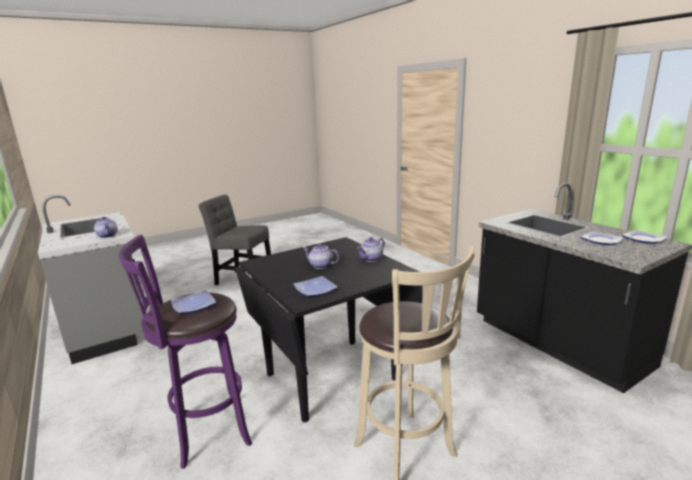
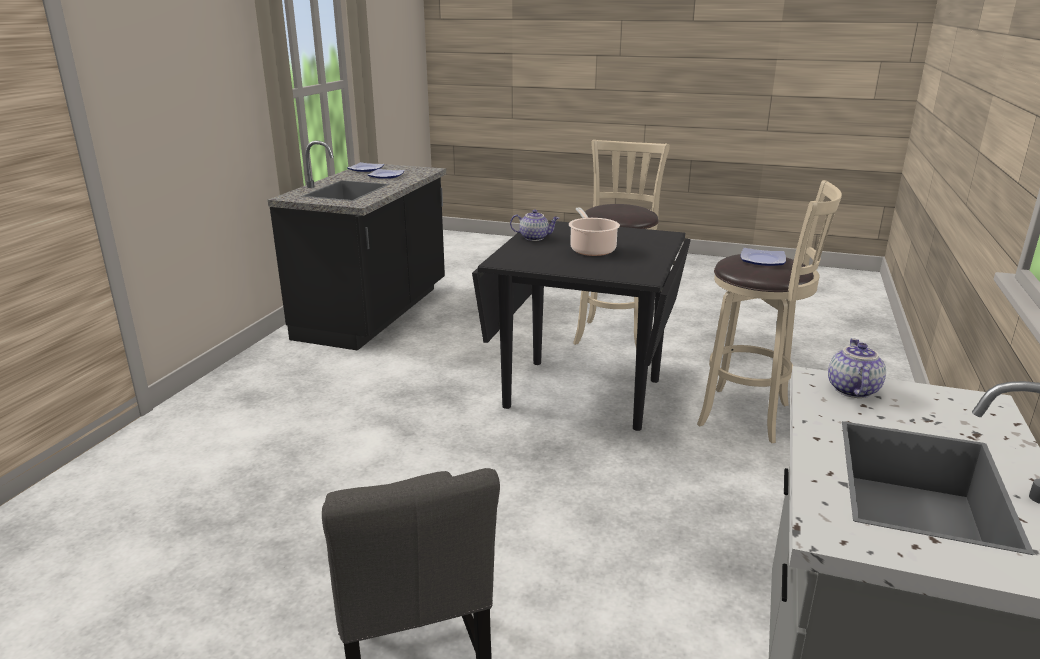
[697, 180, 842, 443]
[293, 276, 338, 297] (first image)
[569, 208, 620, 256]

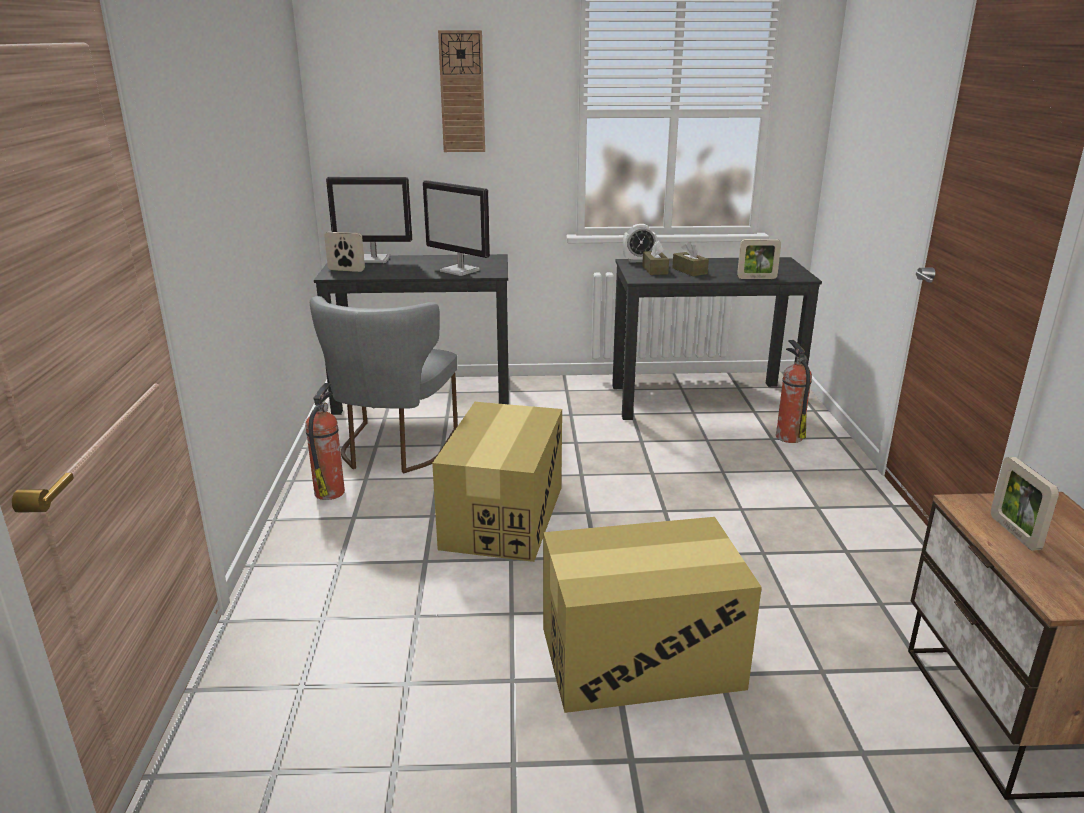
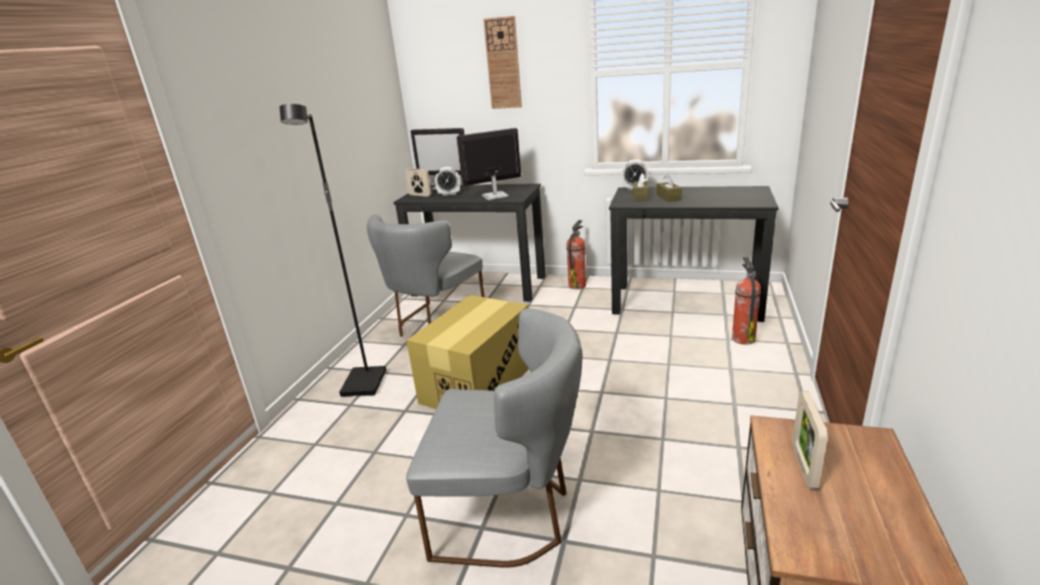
[566, 220, 586, 289]
[457, 128, 521, 200]
[406, 308, 582, 568]
[737, 239, 781, 279] (first image)
[280, 104, 386, 397]
[435, 167, 460, 196]

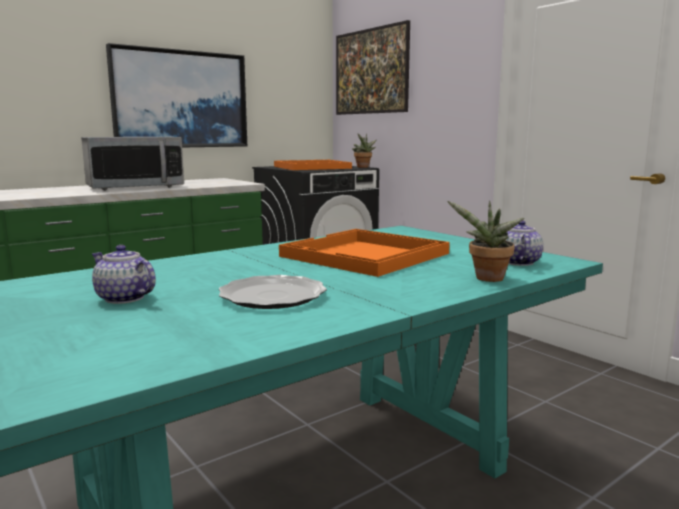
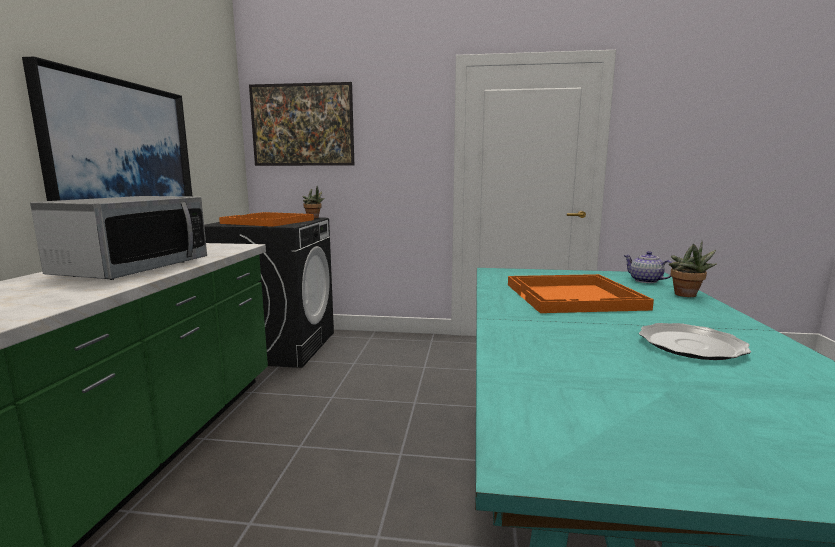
[92, 245, 156, 304] (first image)

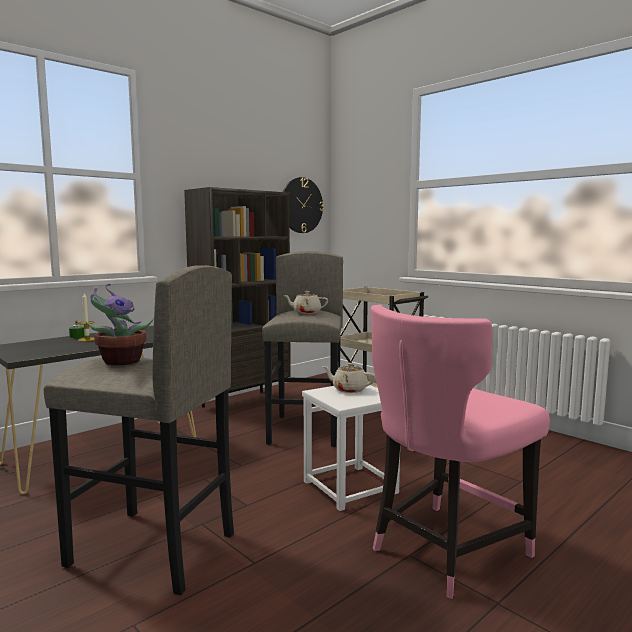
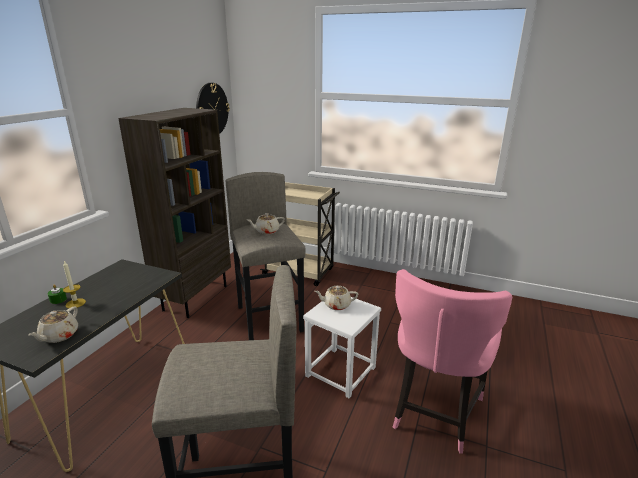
[85, 284, 154, 365] (first image)
[28, 306, 78, 343]

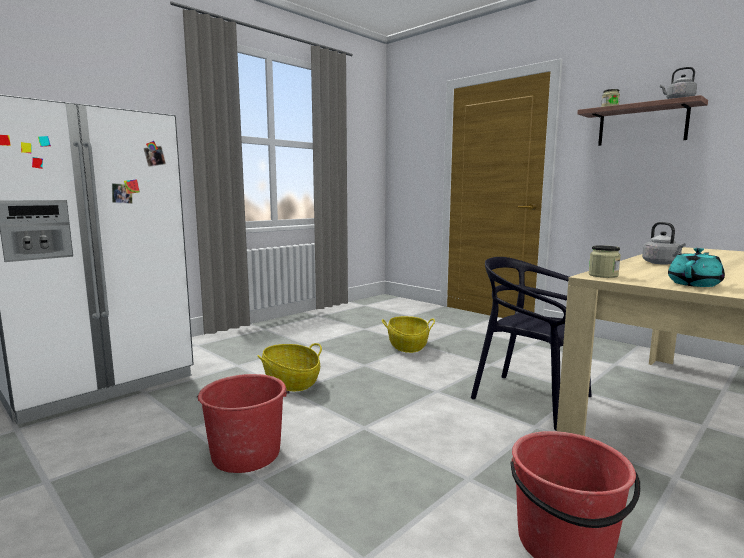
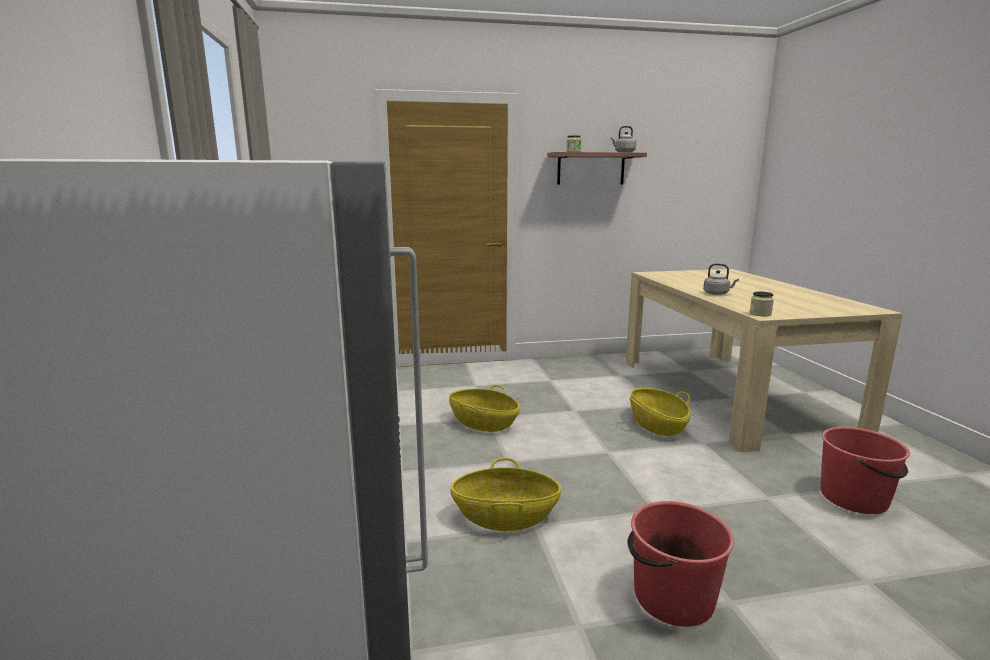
[629, 388, 690, 436]
[668, 248, 725, 287] (first image)

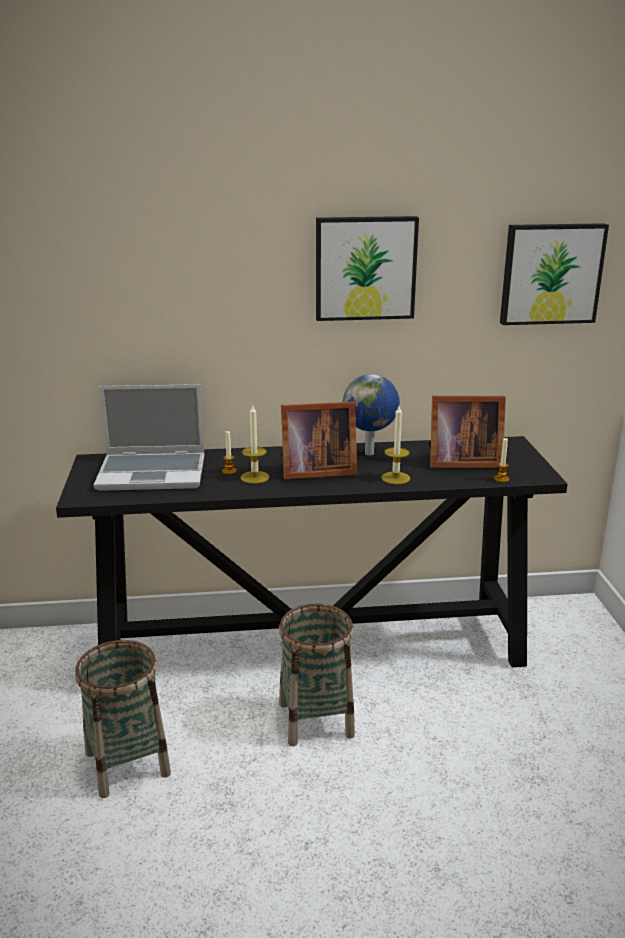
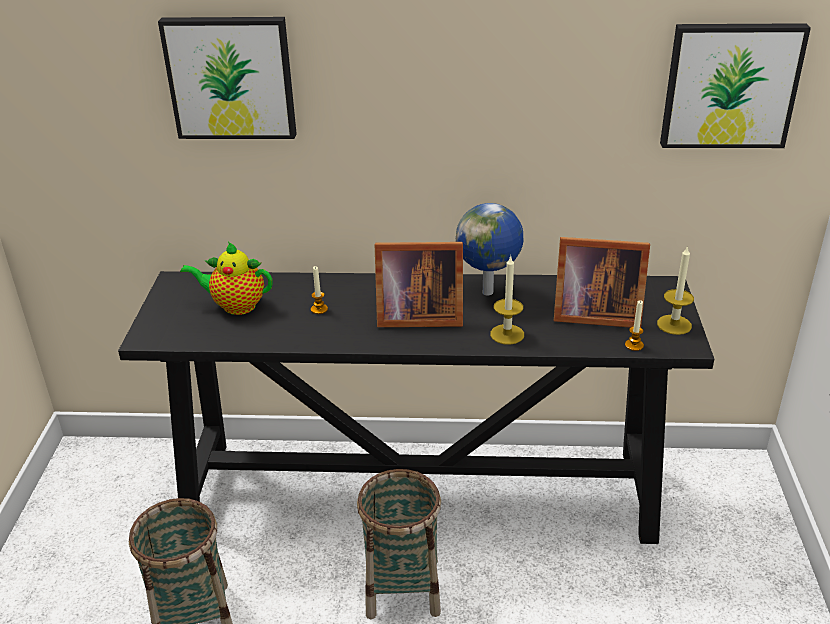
[180, 242, 272, 315]
[657, 245, 694, 335]
[158, 17, 297, 139]

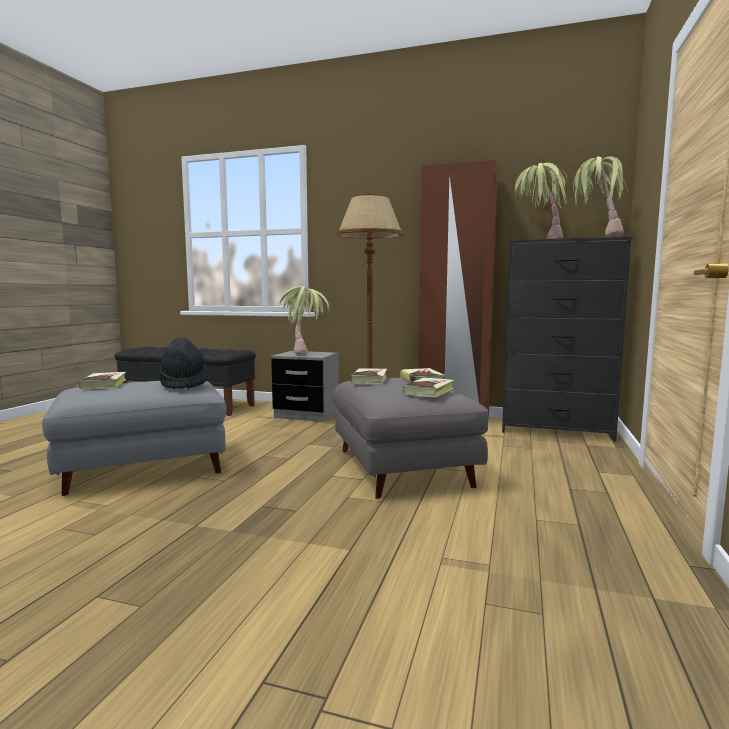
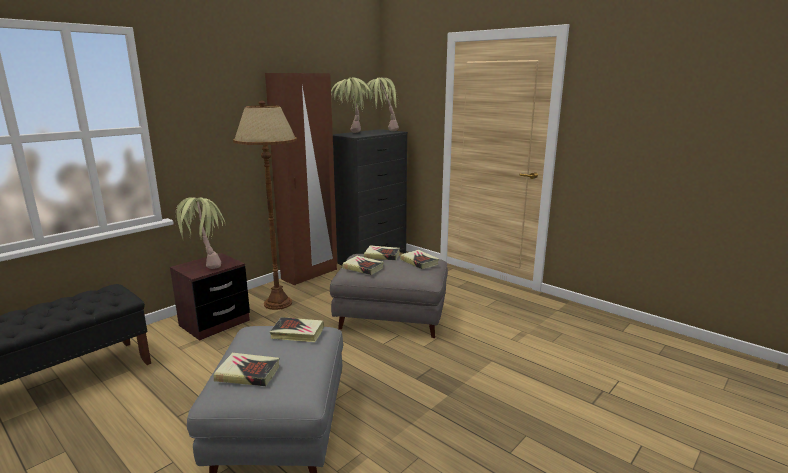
[270, 317, 324, 342]
[170, 253, 250, 341]

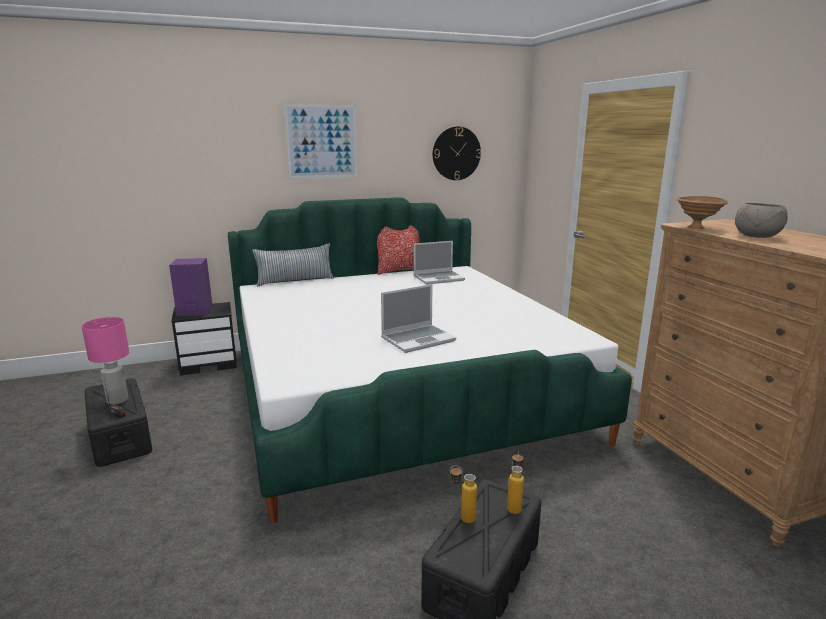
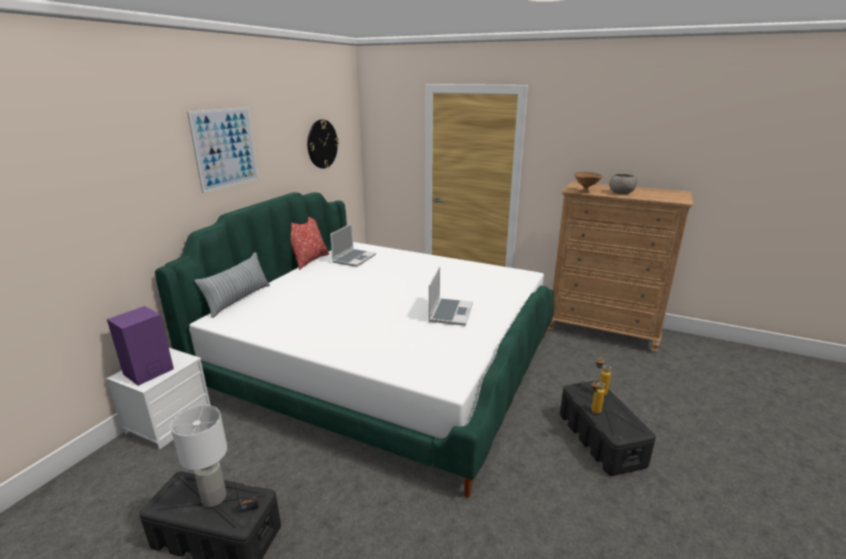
[170, 405, 227, 507]
[106, 348, 211, 450]

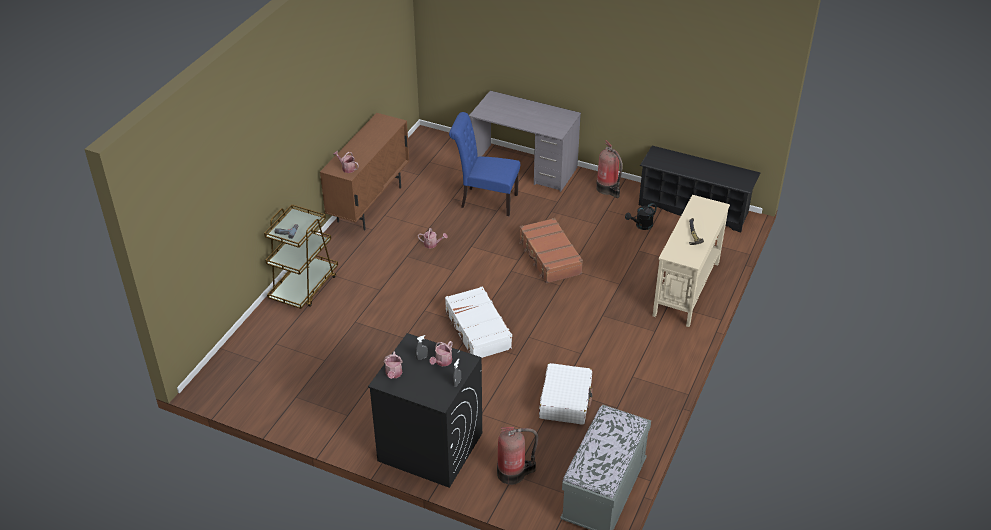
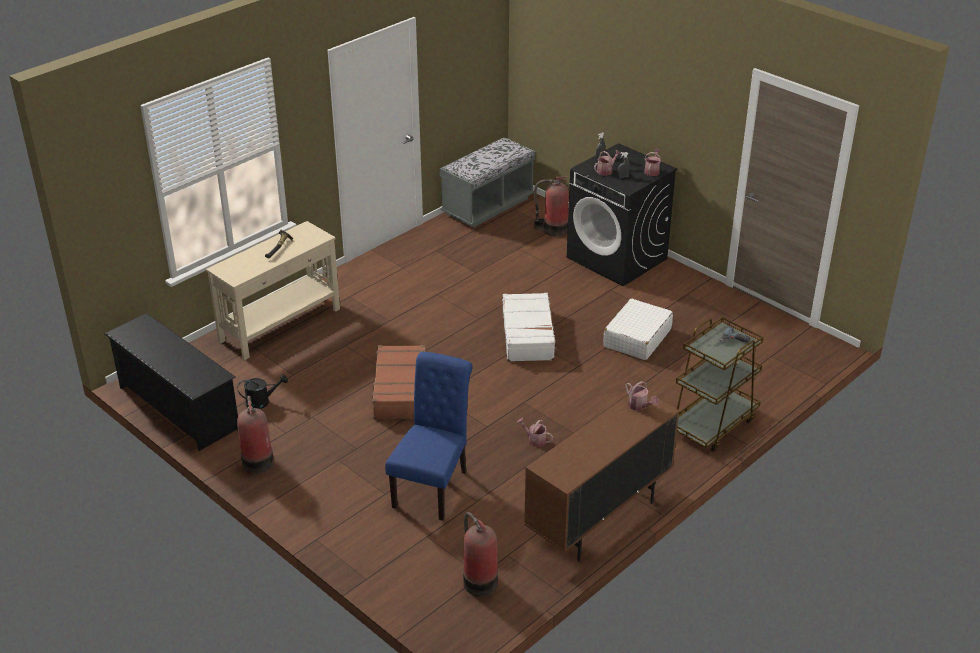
[385, 352, 473, 521]
[469, 91, 581, 192] (first image)
[603, 299, 673, 360]
[463, 512, 498, 597]

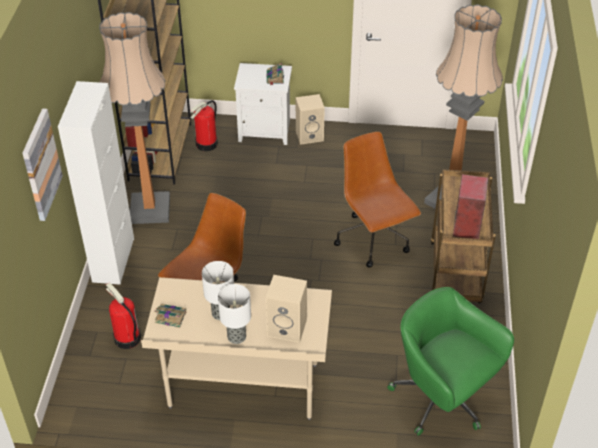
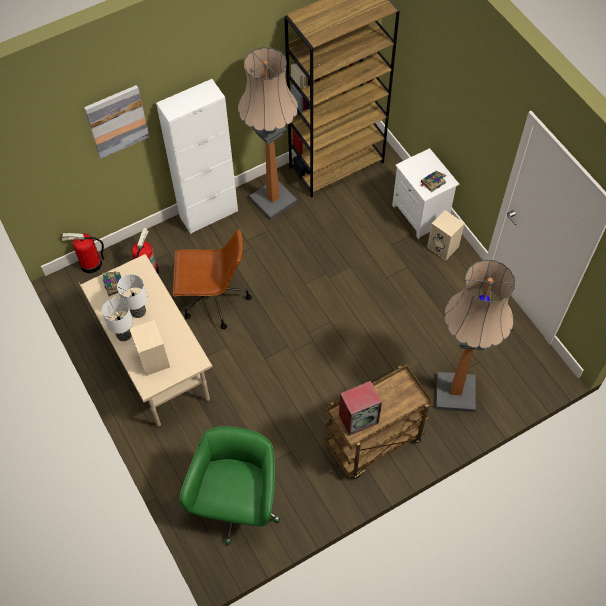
[61, 233, 105, 273]
[334, 132, 421, 268] (first image)

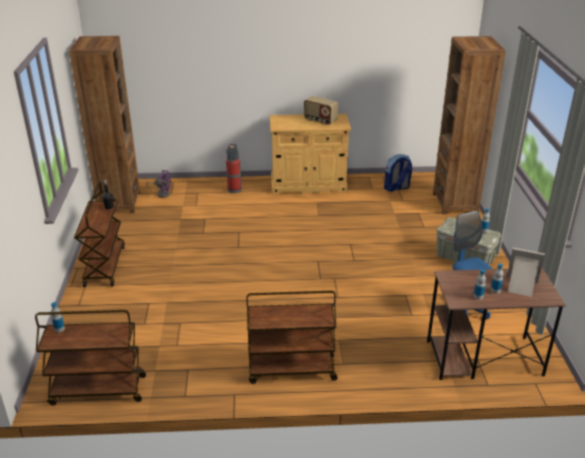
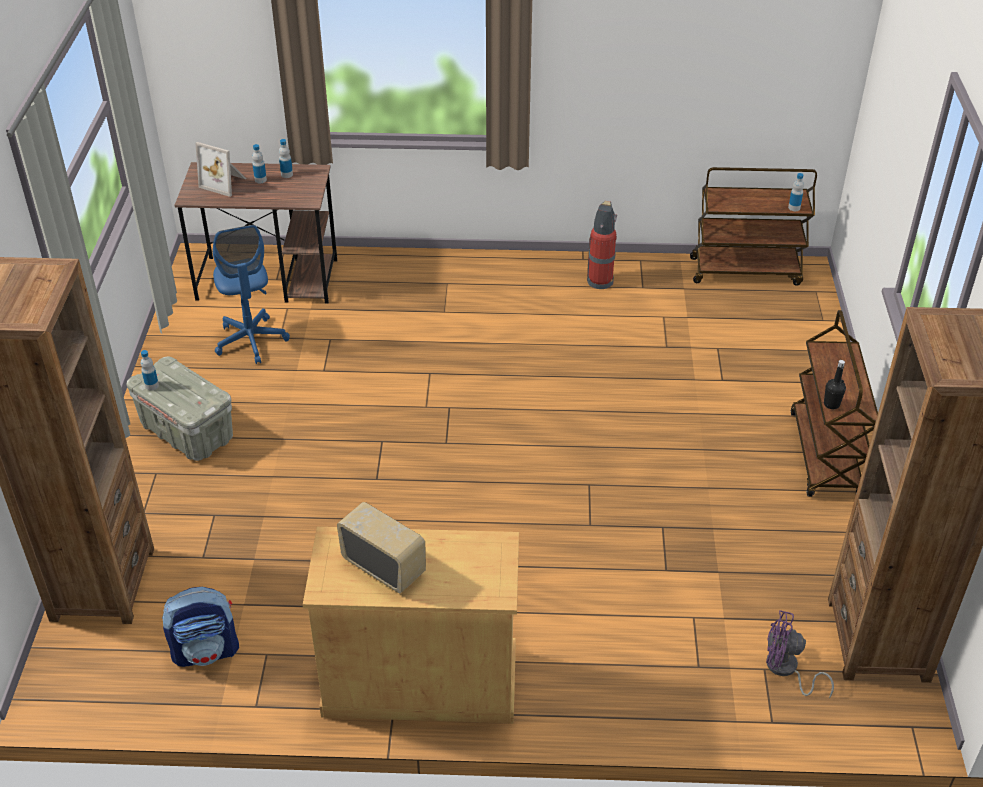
[587, 201, 617, 289]
[246, 291, 337, 384] (first image)

